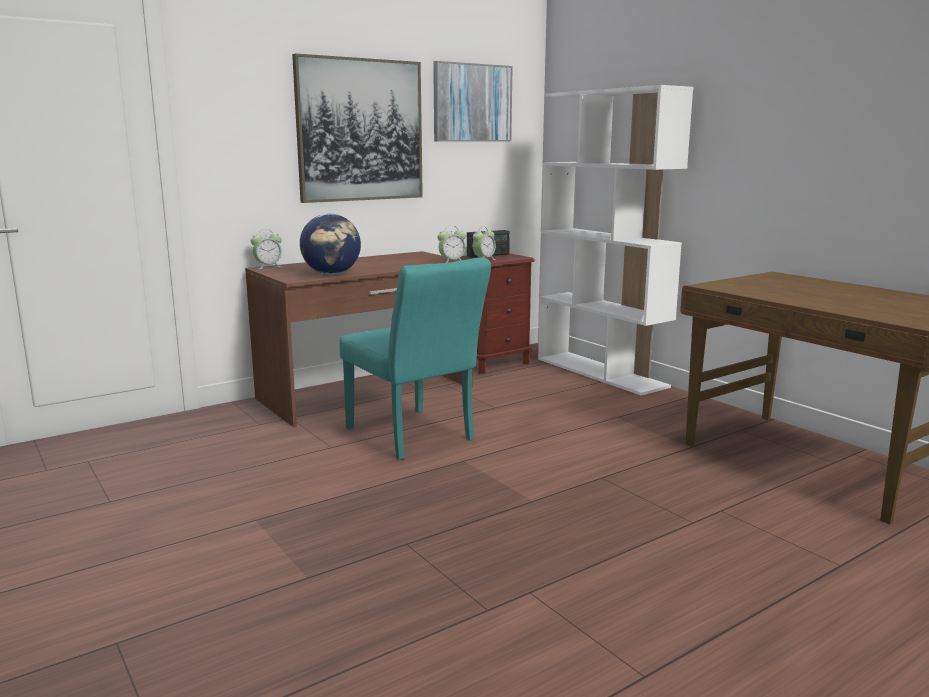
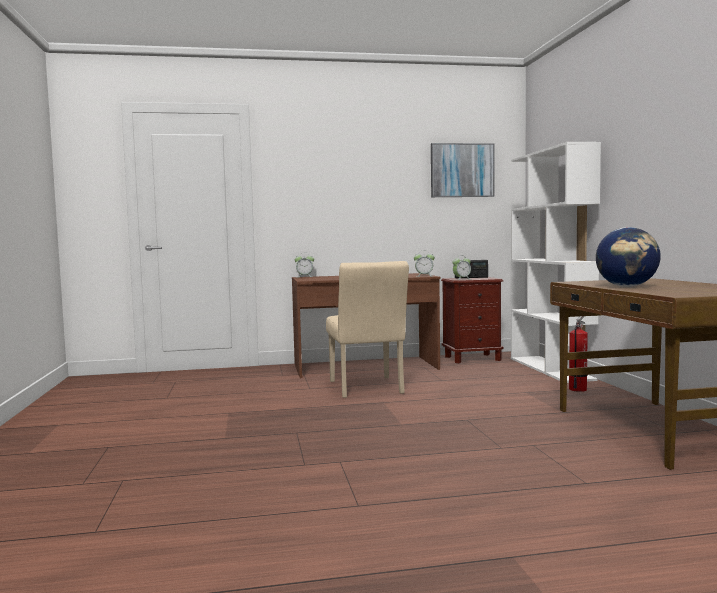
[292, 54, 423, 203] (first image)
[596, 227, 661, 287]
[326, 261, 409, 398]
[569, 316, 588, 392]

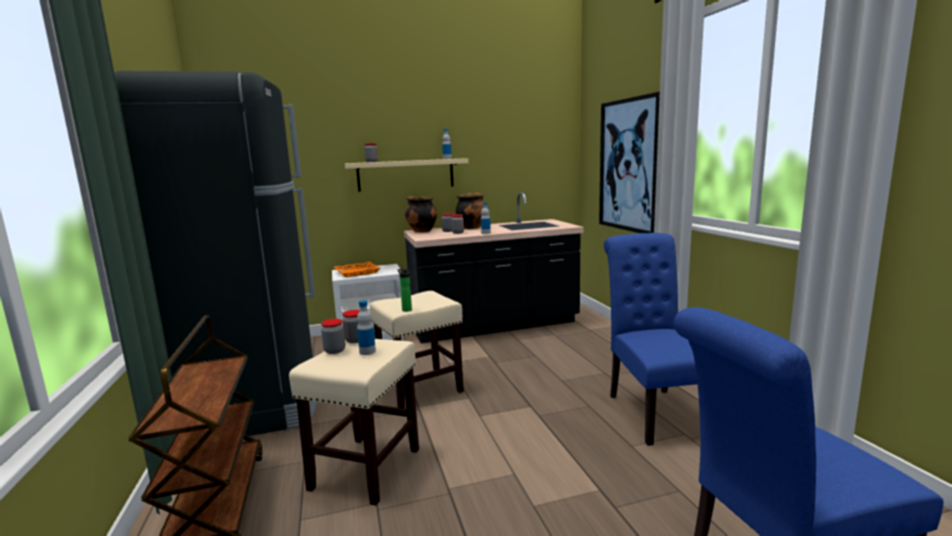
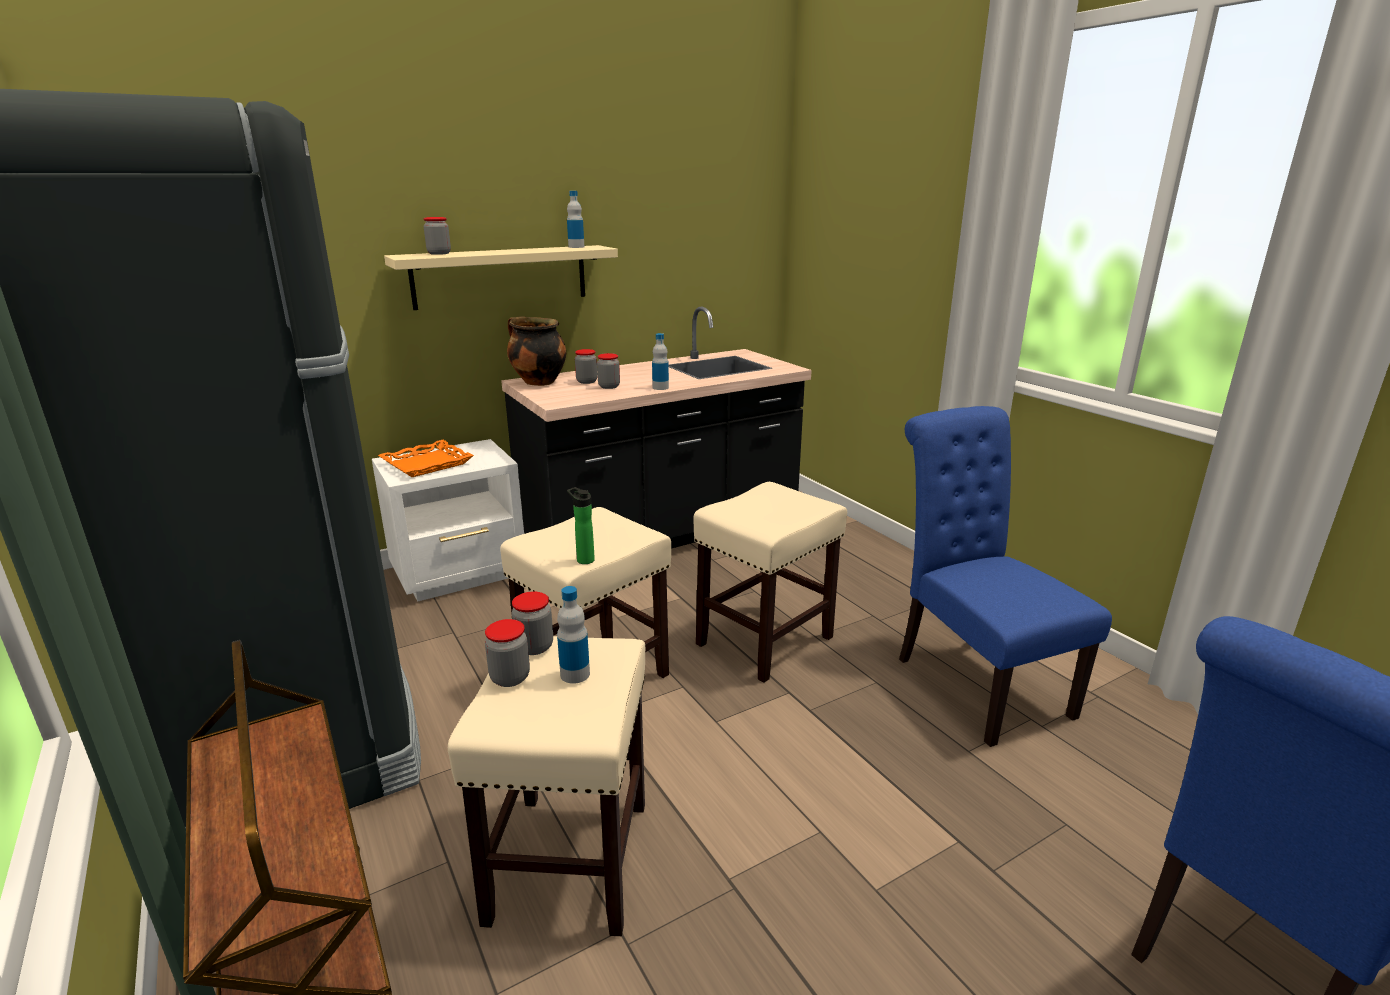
[455, 192, 484, 229] (first image)
[599, 92, 660, 233] (first image)
[693, 482, 847, 683]

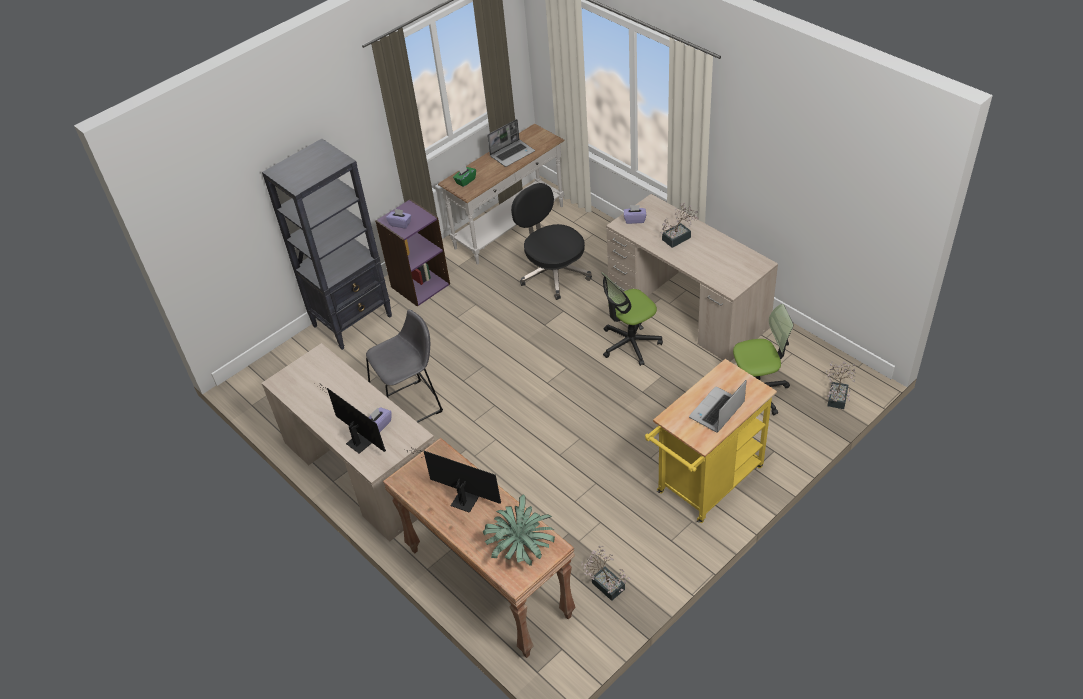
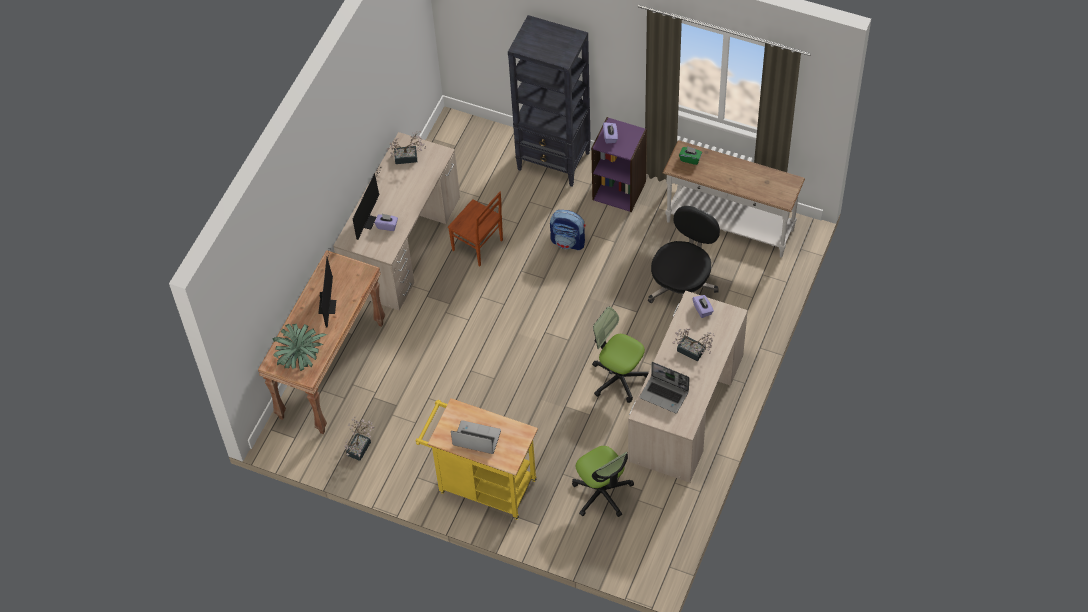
[448, 192, 503, 266]
[640, 362, 690, 413]
[387, 131, 426, 164]
[550, 210, 586, 250]

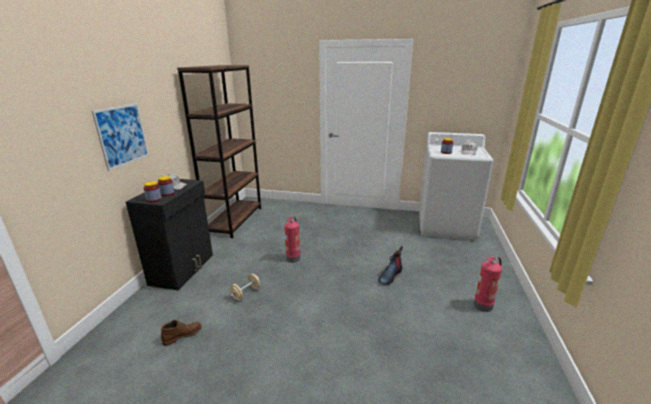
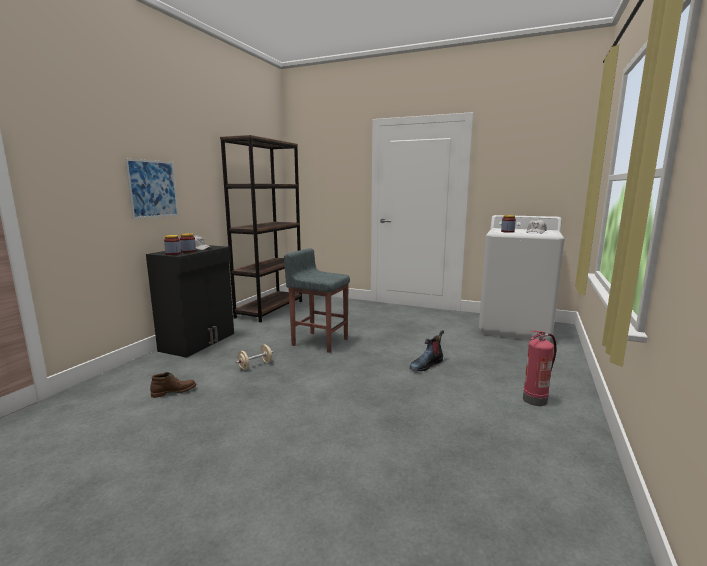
[284, 248, 350, 353]

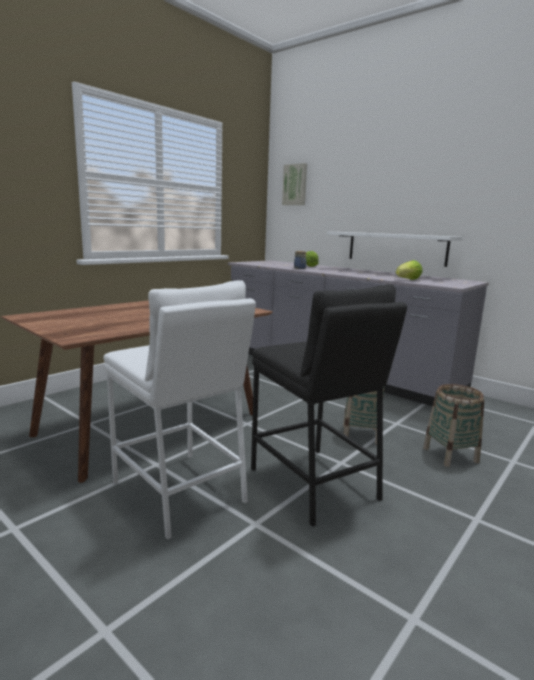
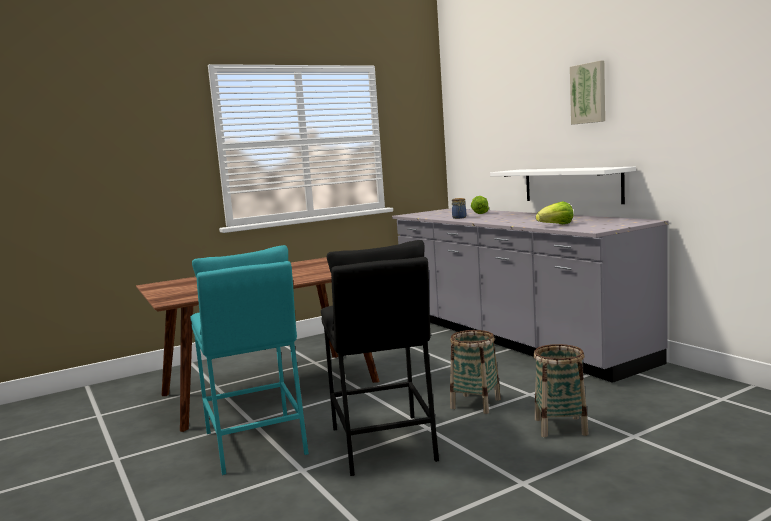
[190, 245, 309, 475]
[570, 61, 605, 125]

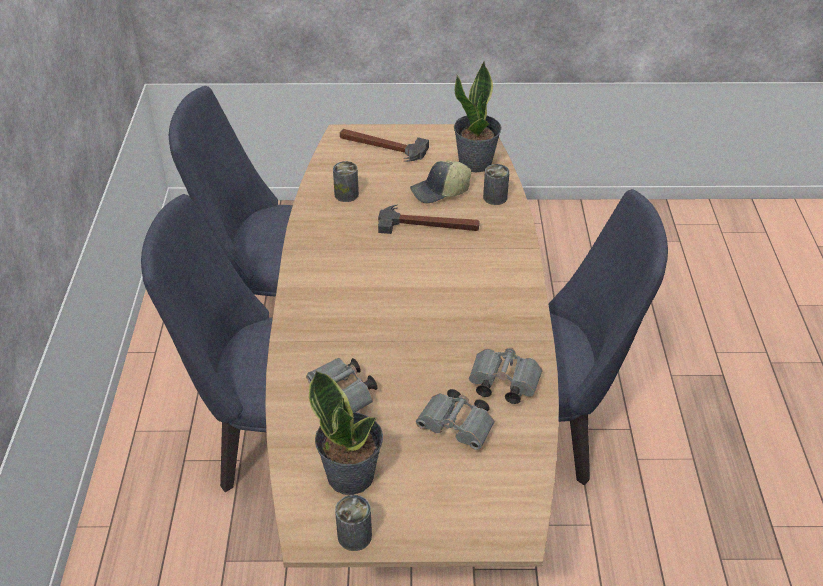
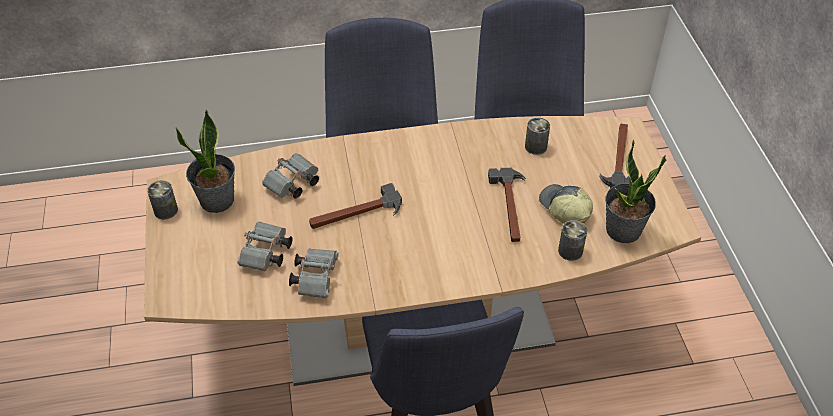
[309, 183, 402, 229]

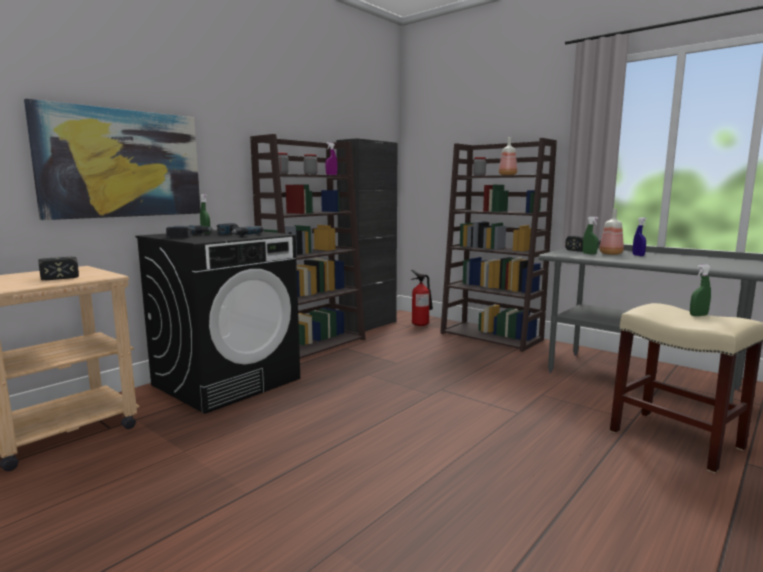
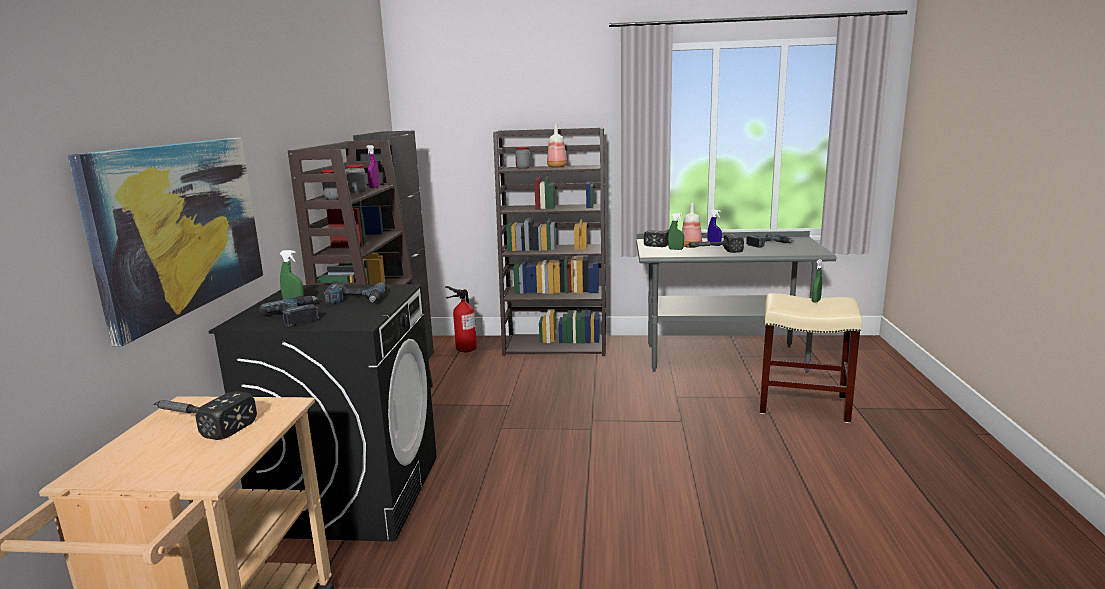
[686, 234, 744, 253]
[746, 233, 794, 248]

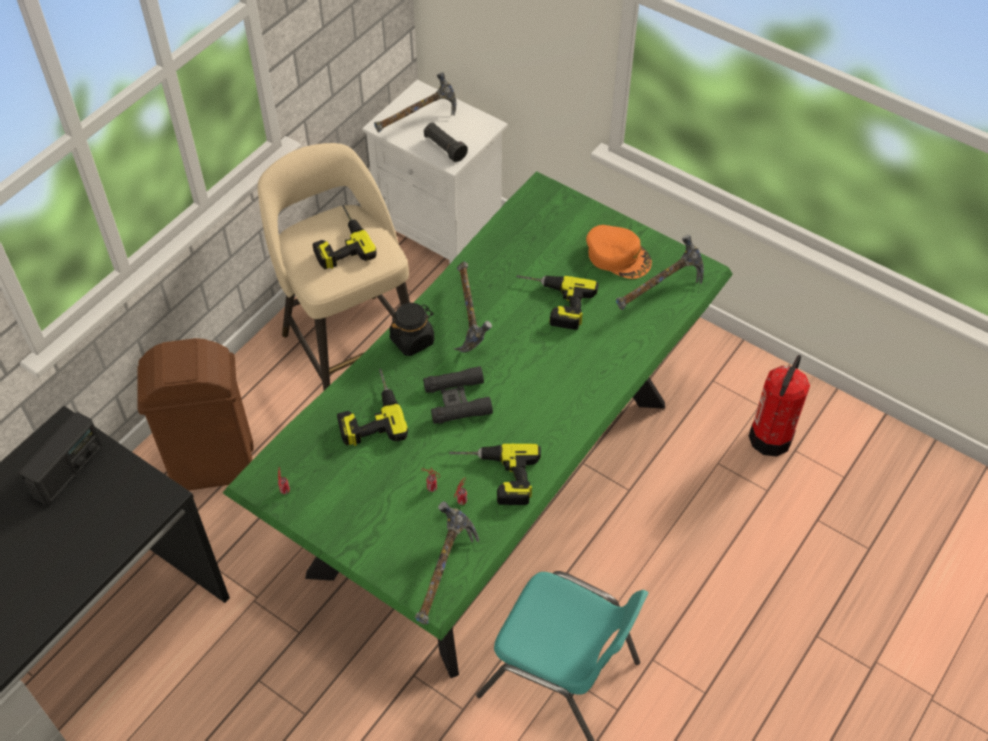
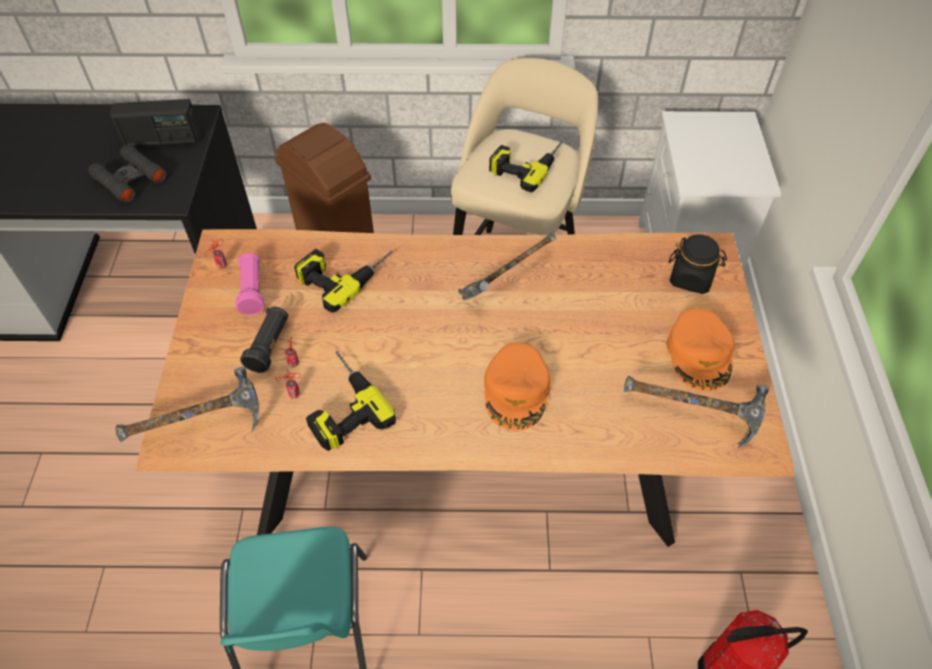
[136, 229, 794, 547]
[374, 72, 456, 132] (first image)
[669, 234, 727, 294]
[88, 145, 167, 203]
[240, 307, 288, 373]
[516, 275, 599, 330] (first image)
[236, 253, 264, 315]
[484, 343, 551, 431]

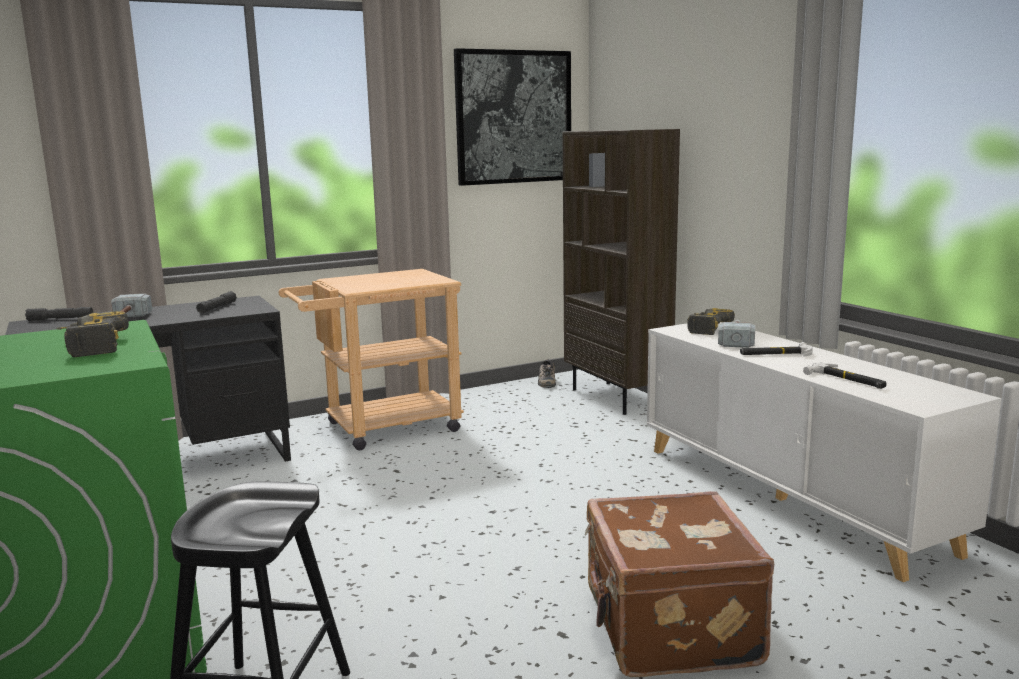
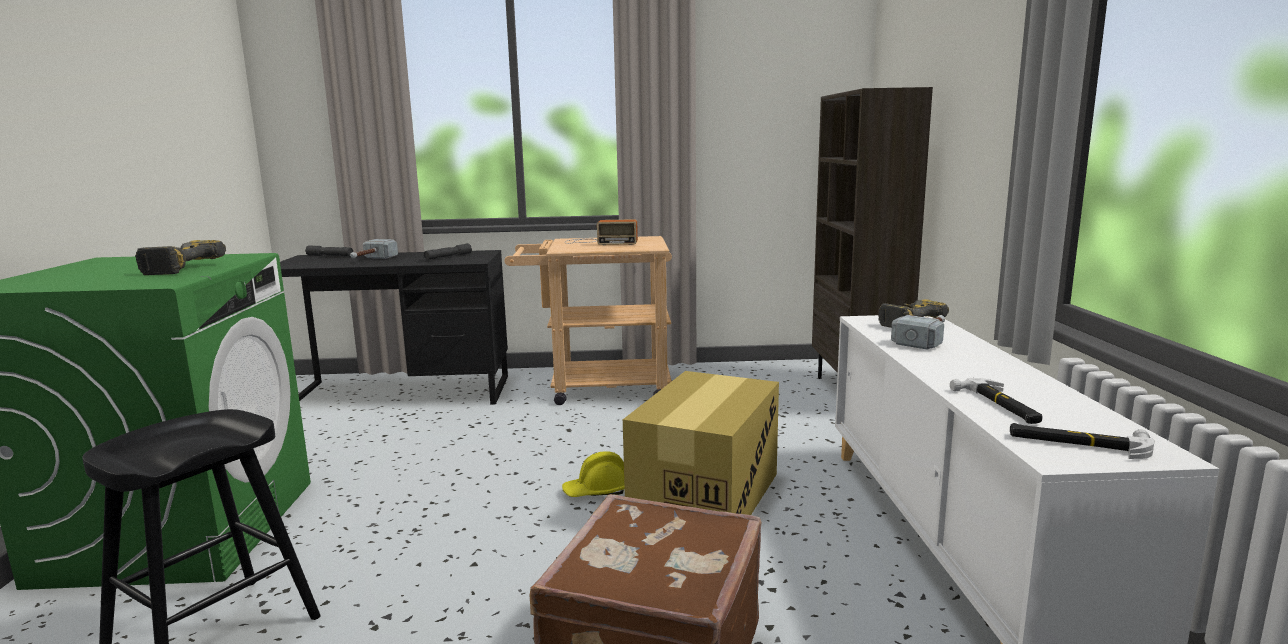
[454, 48, 571, 186] (first image)
[538, 359, 556, 388] (first image)
[1010, 423, 1155, 459]
[562, 451, 625, 497]
[565, 219, 638, 245]
[623, 371, 779, 515]

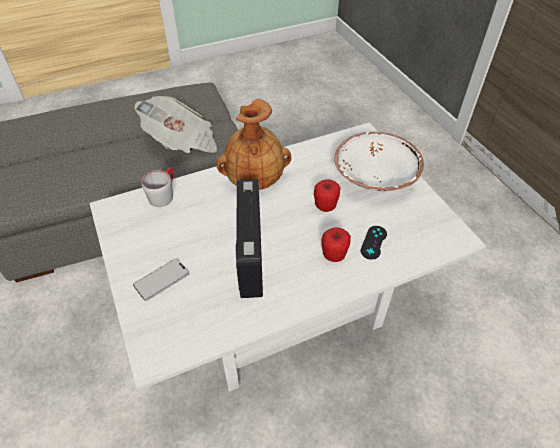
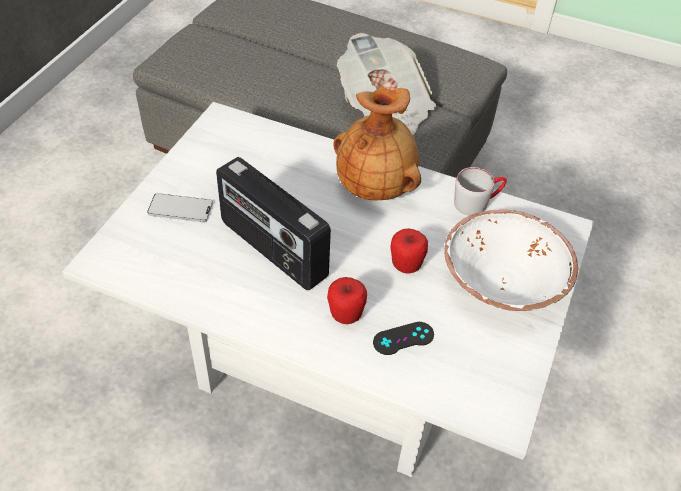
[454, 167, 507, 216]
[216, 157, 331, 290]

